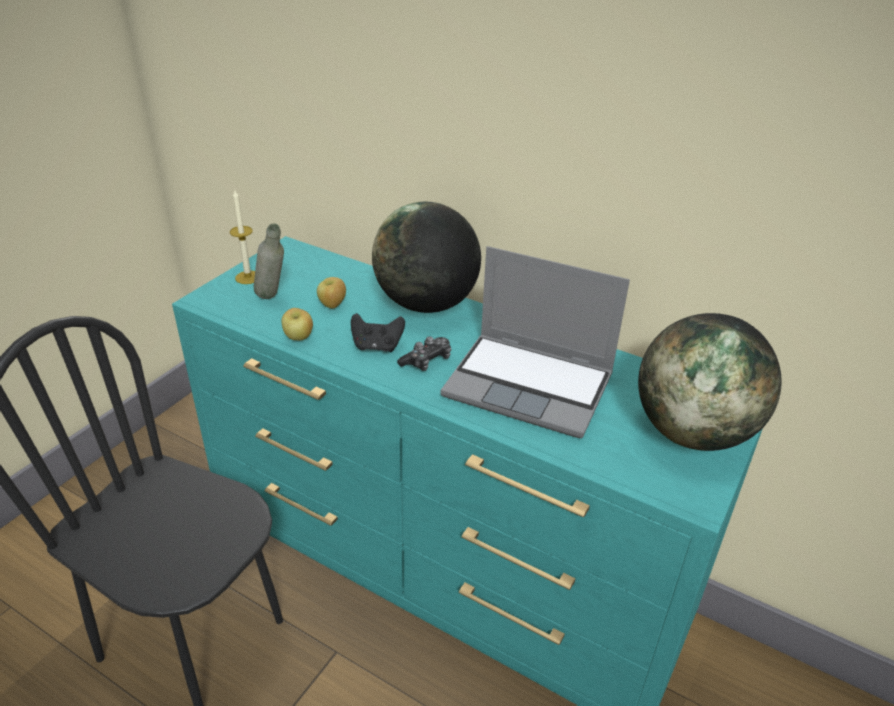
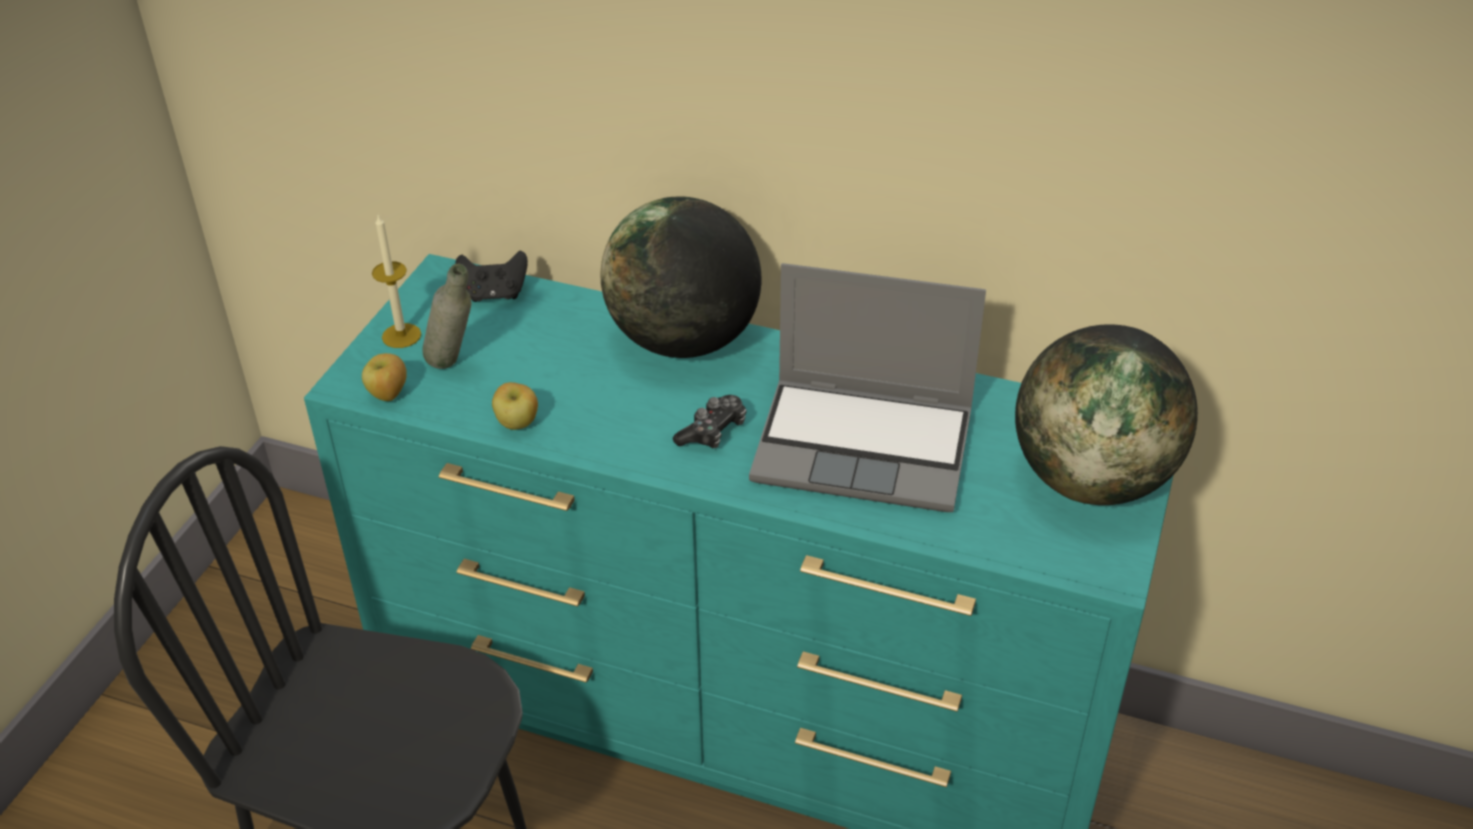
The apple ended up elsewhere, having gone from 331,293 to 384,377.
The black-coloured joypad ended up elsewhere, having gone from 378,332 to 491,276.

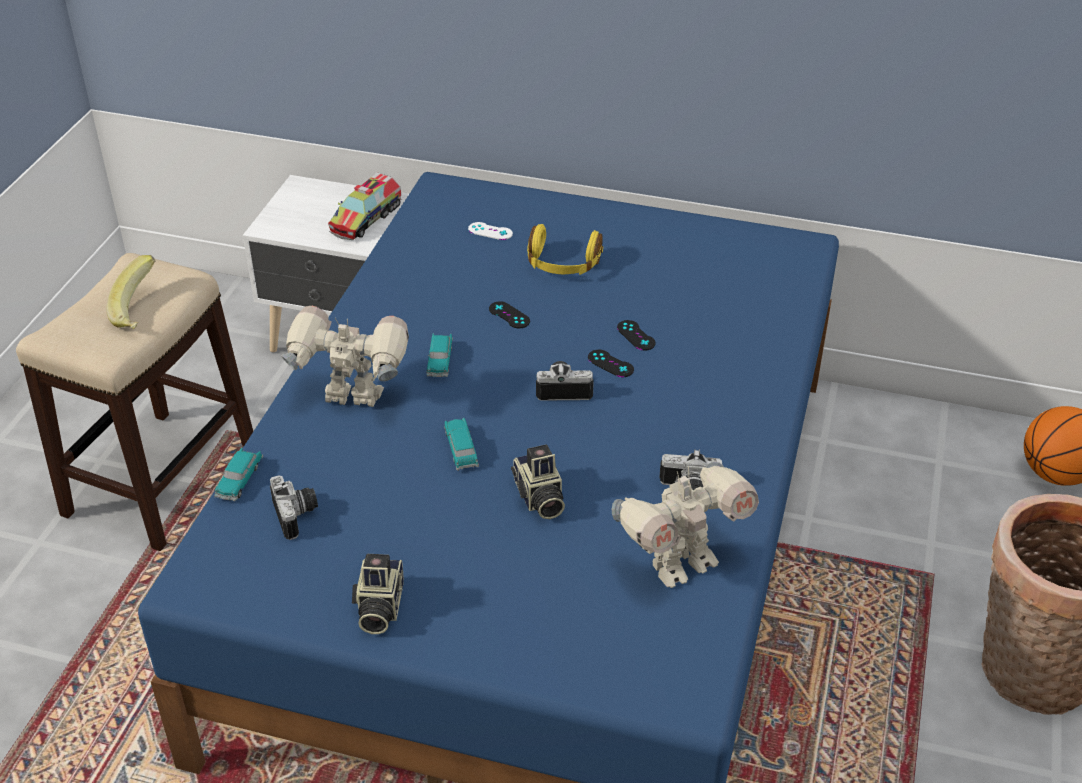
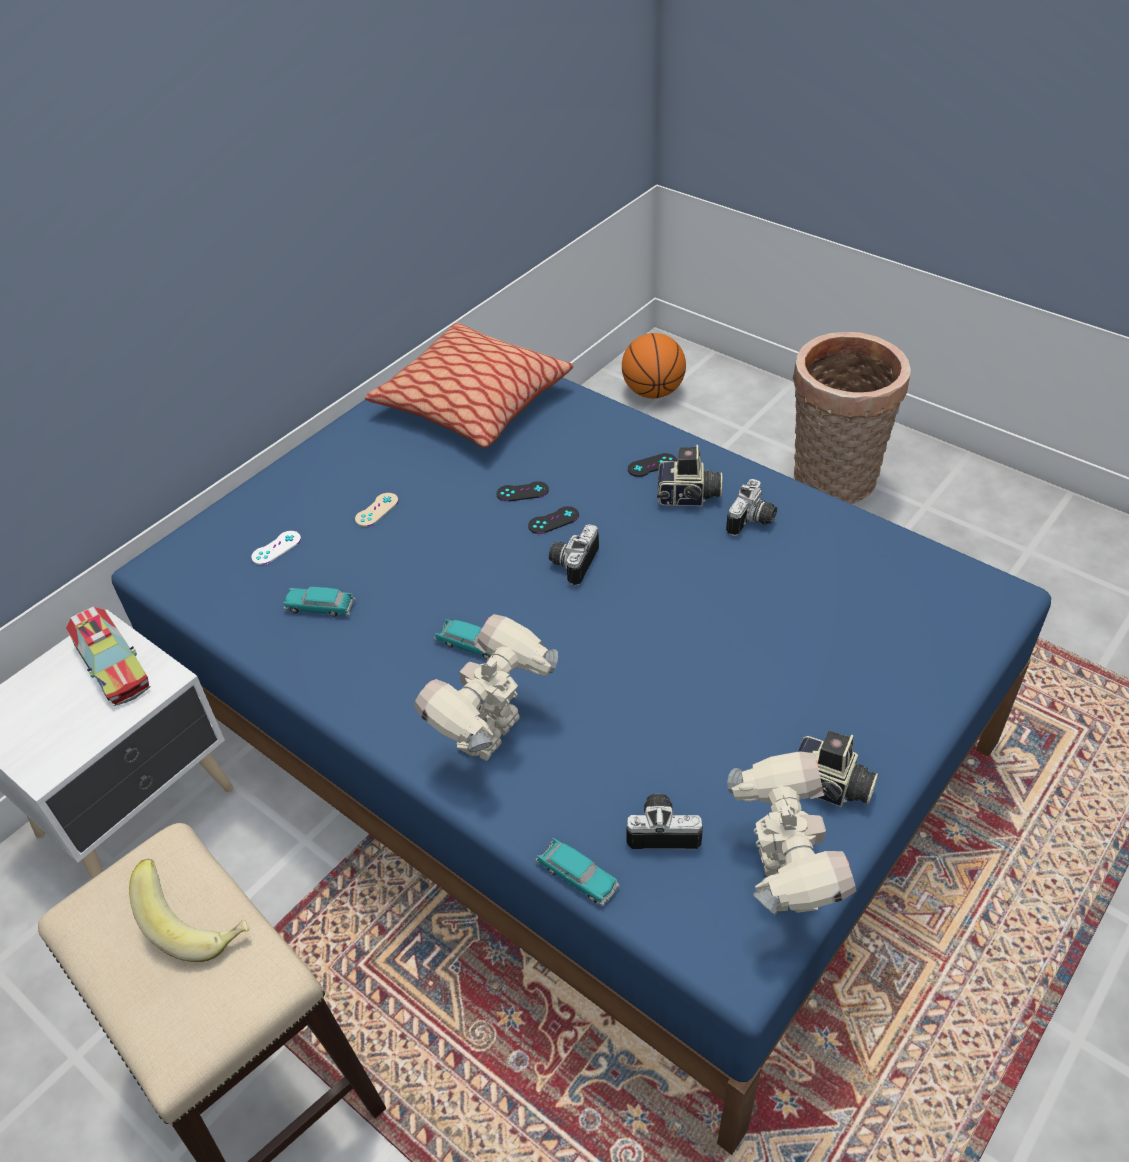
Where the yellow-coloured pair of headphones stood at 565,249, the beige joypad came to stand at 376,510.
The black-coloured joypad ended up elsewhere, having gone from 509,314 to 652,465.
The toy car ended up elsewhere, having gone from 461,444 to 319,602.
The photo camera ended up elsewhere, having gone from 538,481 to 689,475.
The model robot ended up elsewhere, having gone from 685,525 to 791,833.
The second view gained the pillow at 469,385.

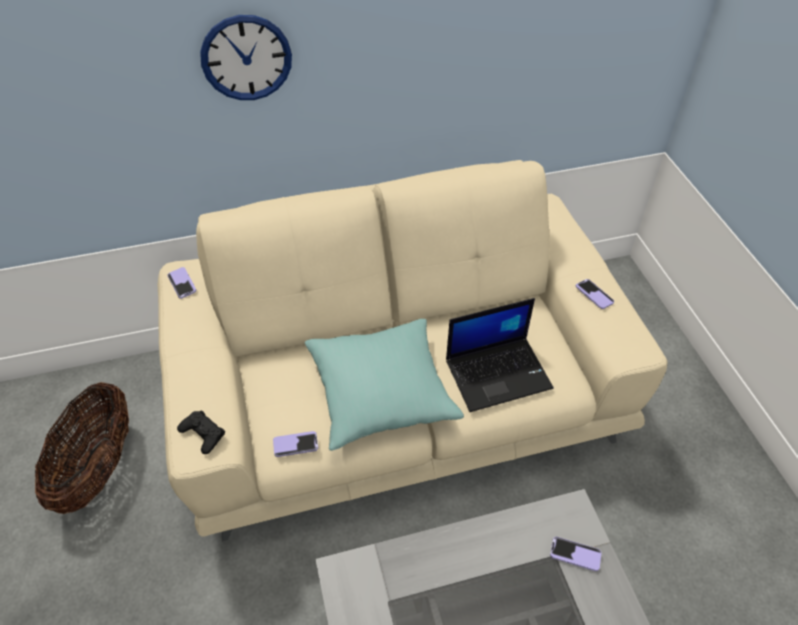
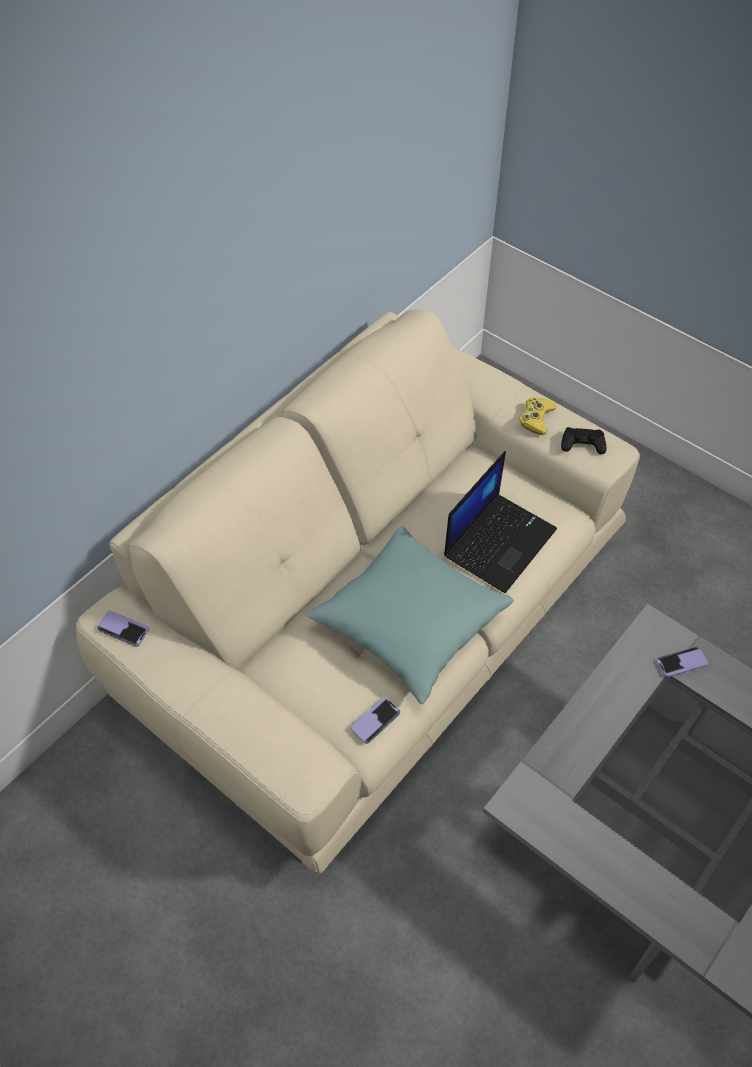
The second view lost the wall clock at 246,57.
Where the telephone stood at 595,294, the yellow-coloured joypad came to stand at 537,416.
The second view lost the household basket at 82,448.
The black-coloured joypad ended up elsewhere, having gone from 201,432 to 583,440.

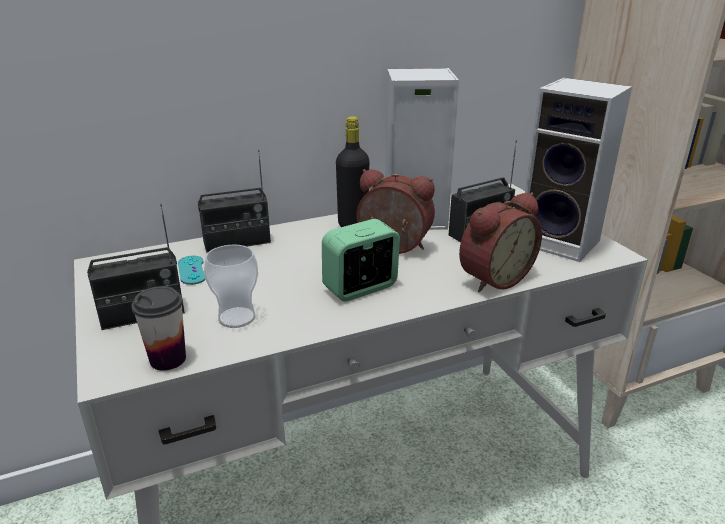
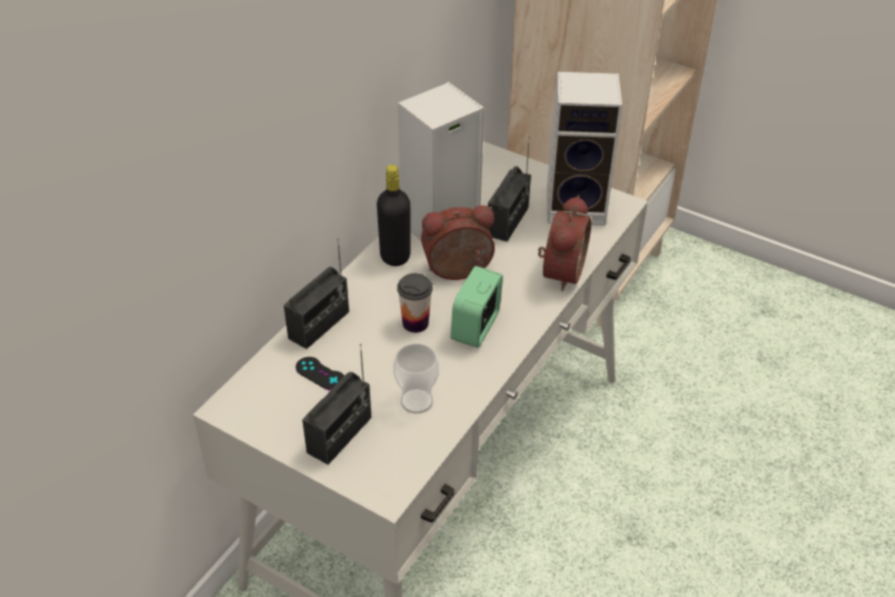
What was the turquoise joypad at 191,270 turned into the black-coloured joypad at 320,373.
The drinking cup ended up elsewhere, having gone from 158,328 to 415,303.

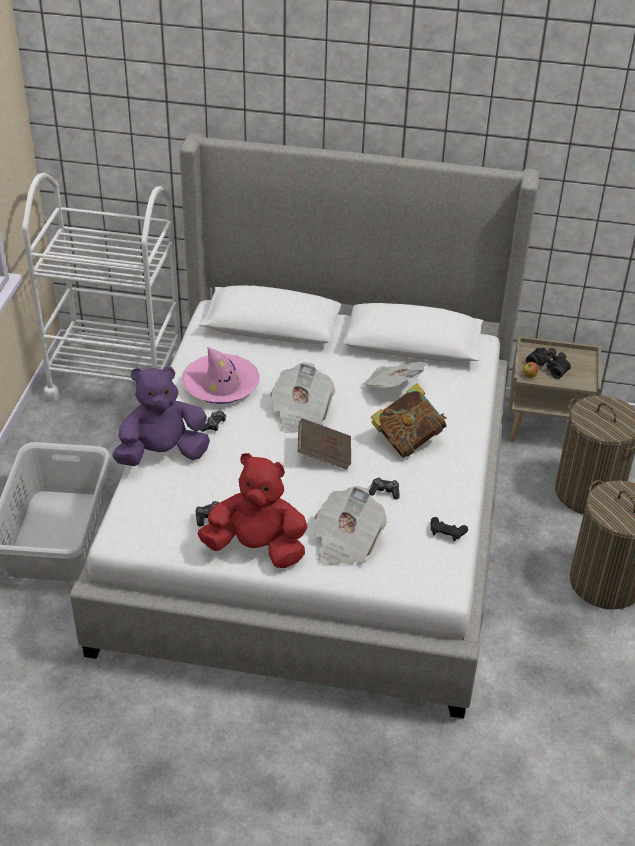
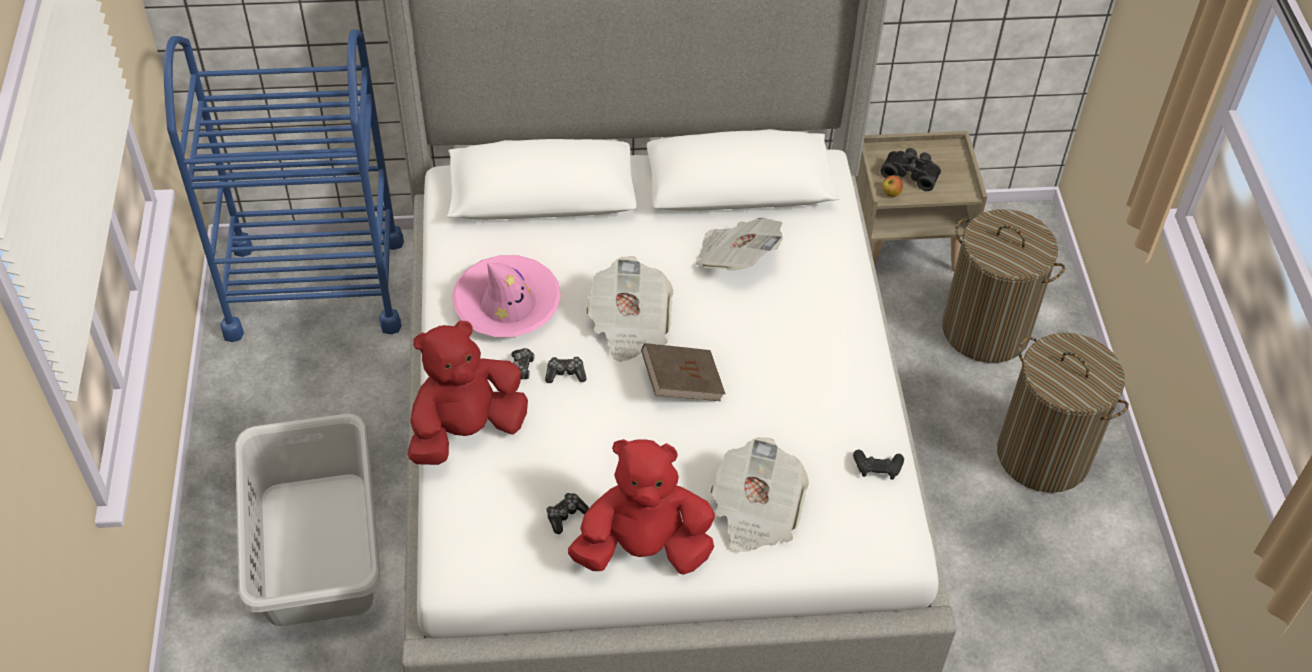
What was the white trolley at 101,287 turned into the blue-coloured trolley at 284,185.
What was the purple-coloured plush toy at 161,416 turned into the reddish plush toy at 467,392.
The second view lost the bound book at 409,420.
The joypad ended up elsewhere, having gone from 384,489 to 566,369.

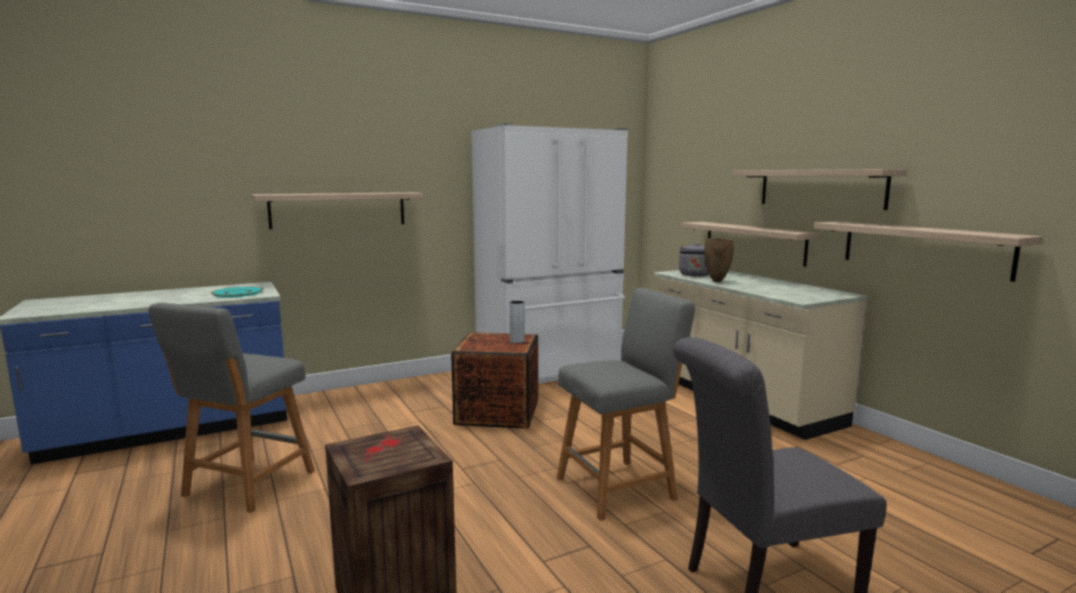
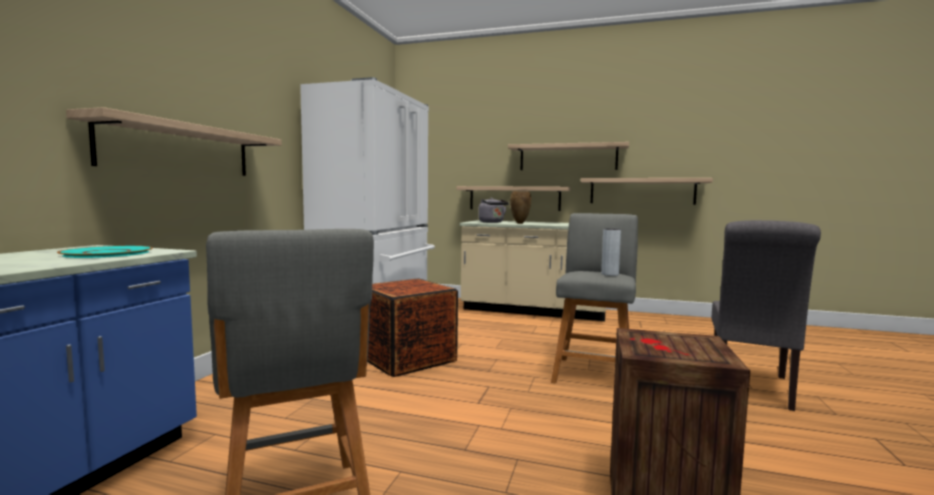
The greyish decorative vase ended up elsewhere, having gone from 517,322 to 611,252.

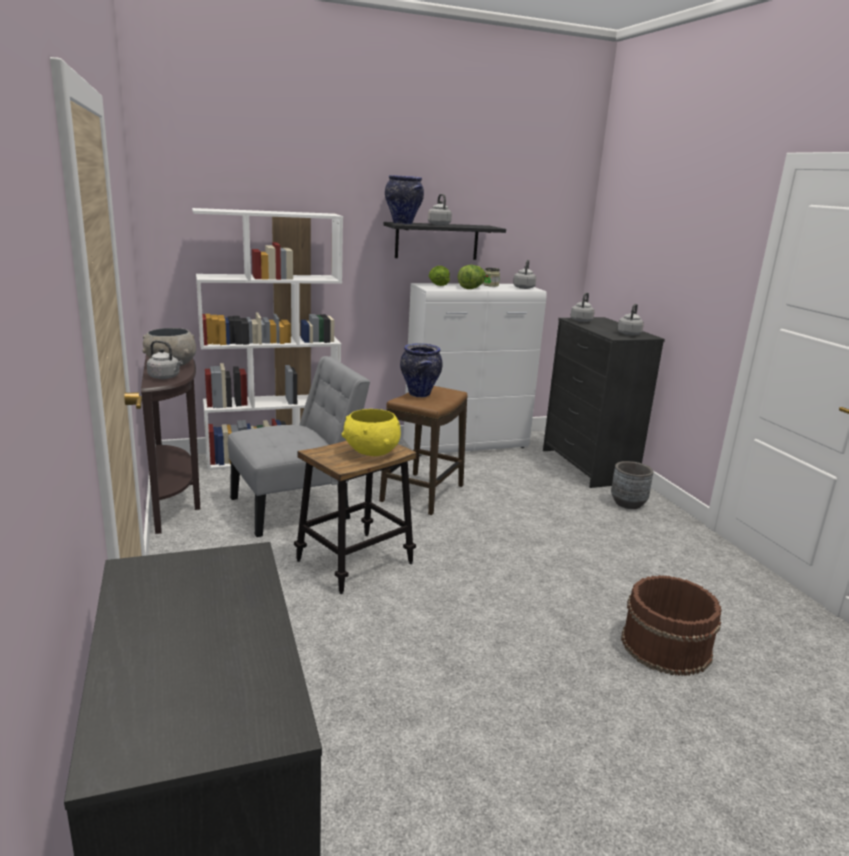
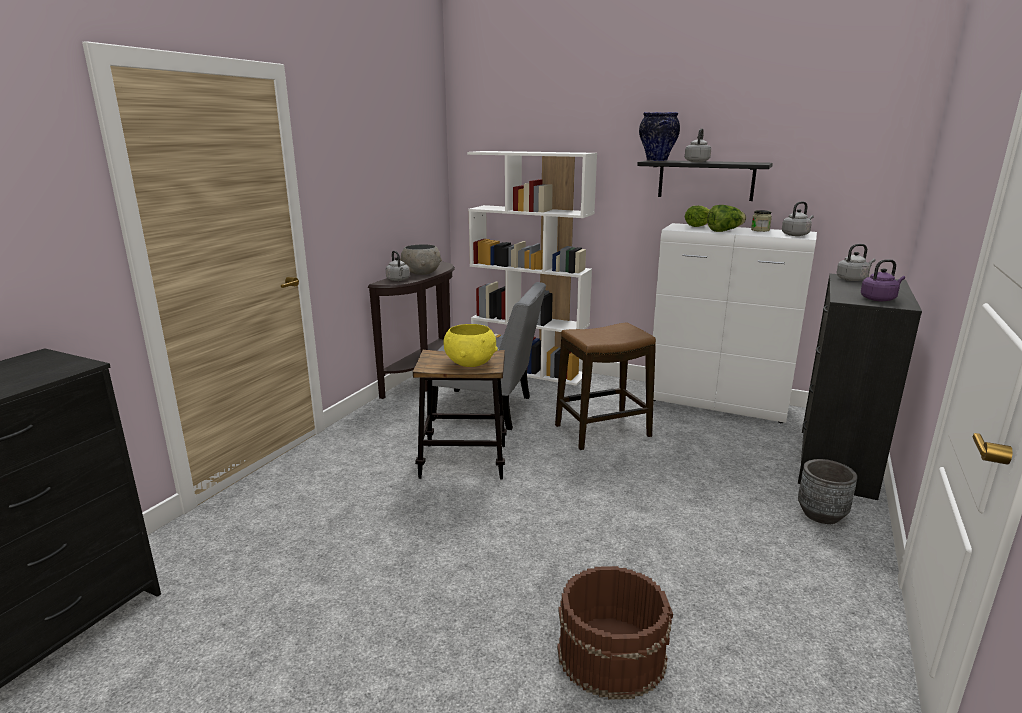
What was the greyish kettle at 630,320 turned into the purple-coloured kettle at 883,280.
The second view lost the decorative vase at 421,370.

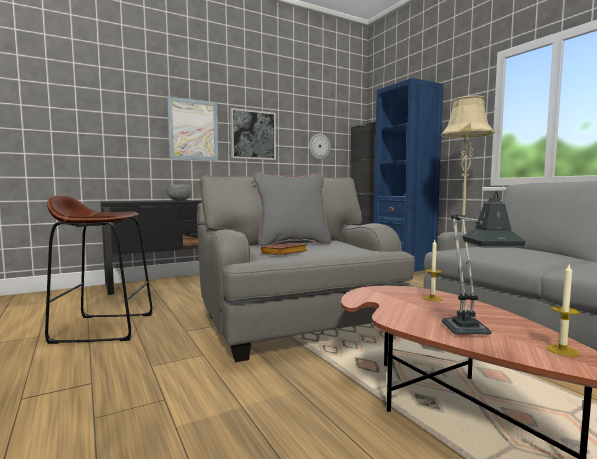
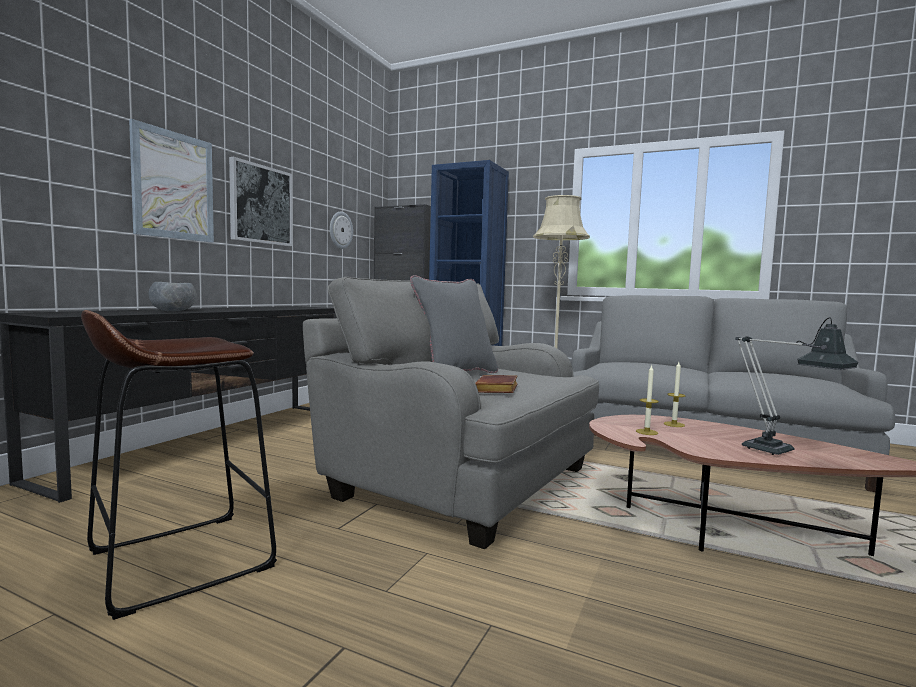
The wax candle ended up elsewhere, having gone from 563,311 to 647,399.

